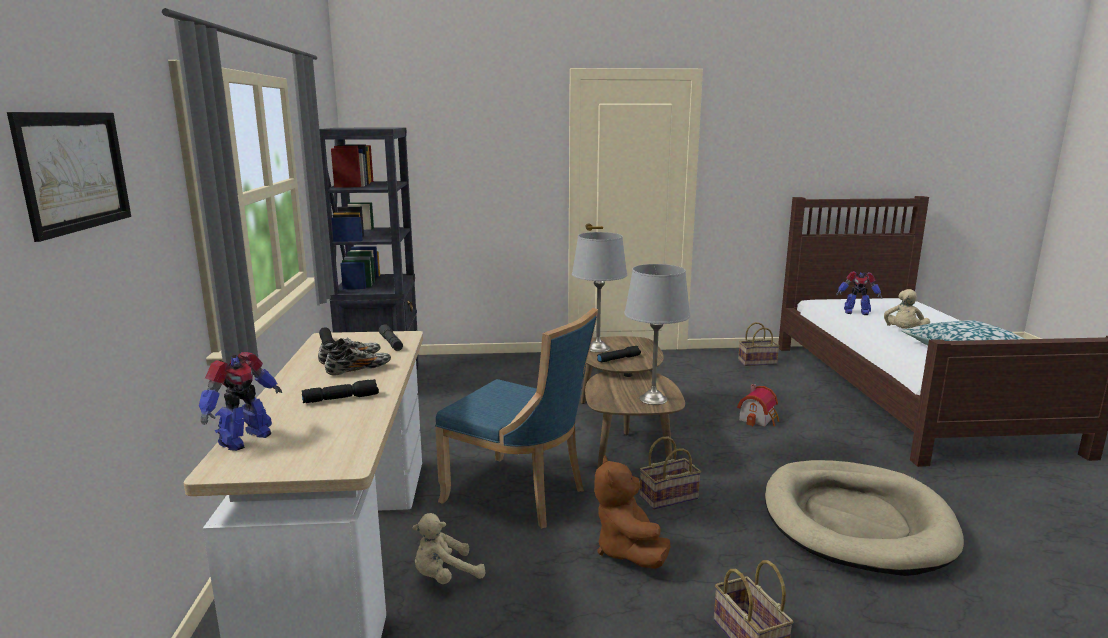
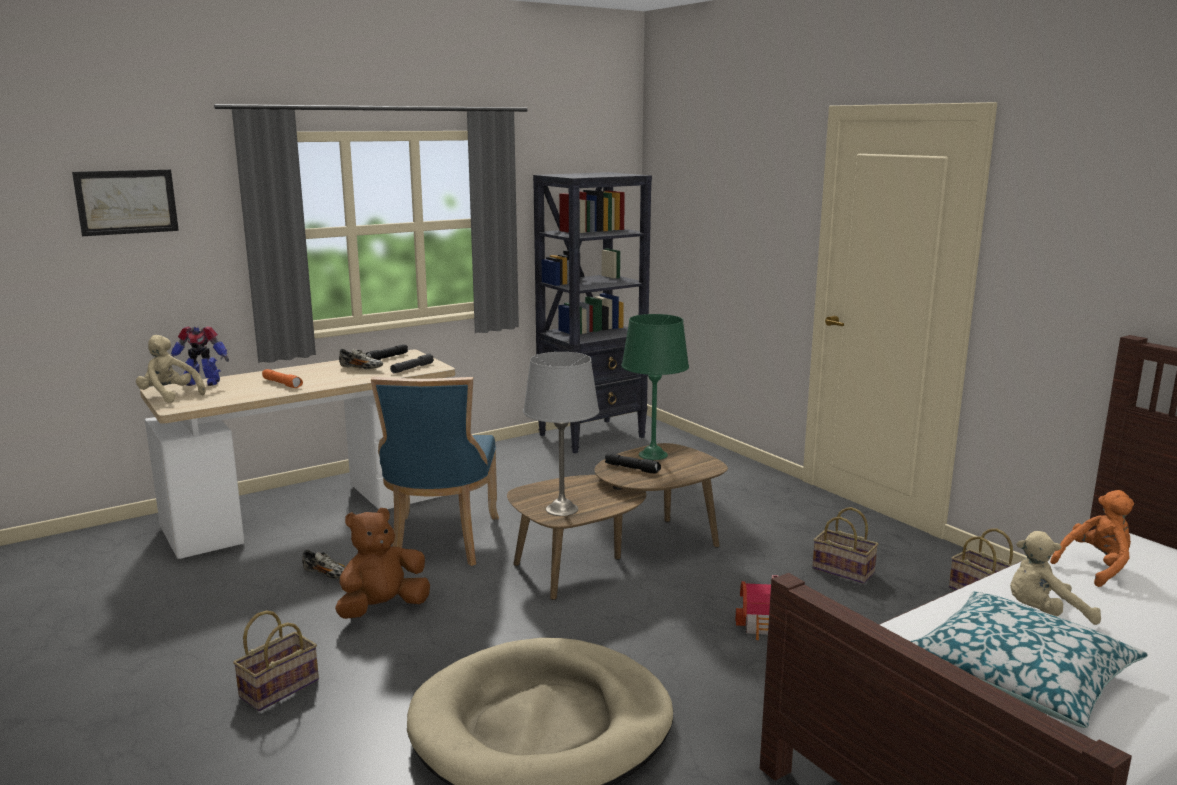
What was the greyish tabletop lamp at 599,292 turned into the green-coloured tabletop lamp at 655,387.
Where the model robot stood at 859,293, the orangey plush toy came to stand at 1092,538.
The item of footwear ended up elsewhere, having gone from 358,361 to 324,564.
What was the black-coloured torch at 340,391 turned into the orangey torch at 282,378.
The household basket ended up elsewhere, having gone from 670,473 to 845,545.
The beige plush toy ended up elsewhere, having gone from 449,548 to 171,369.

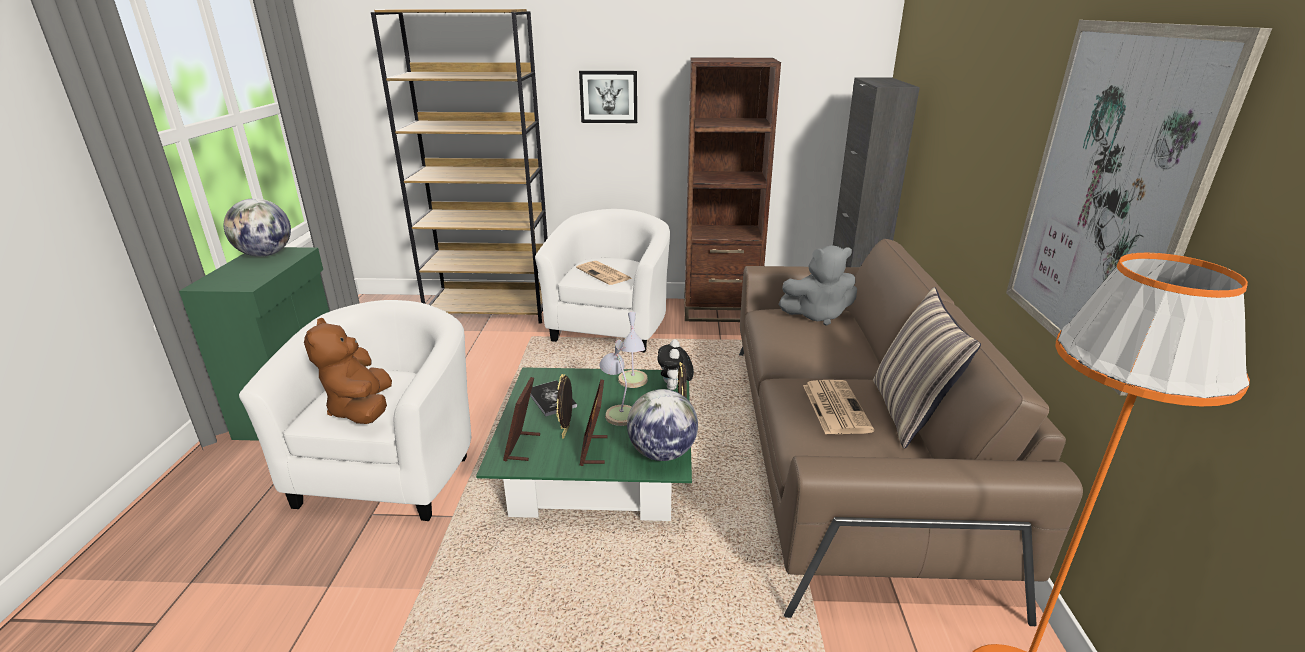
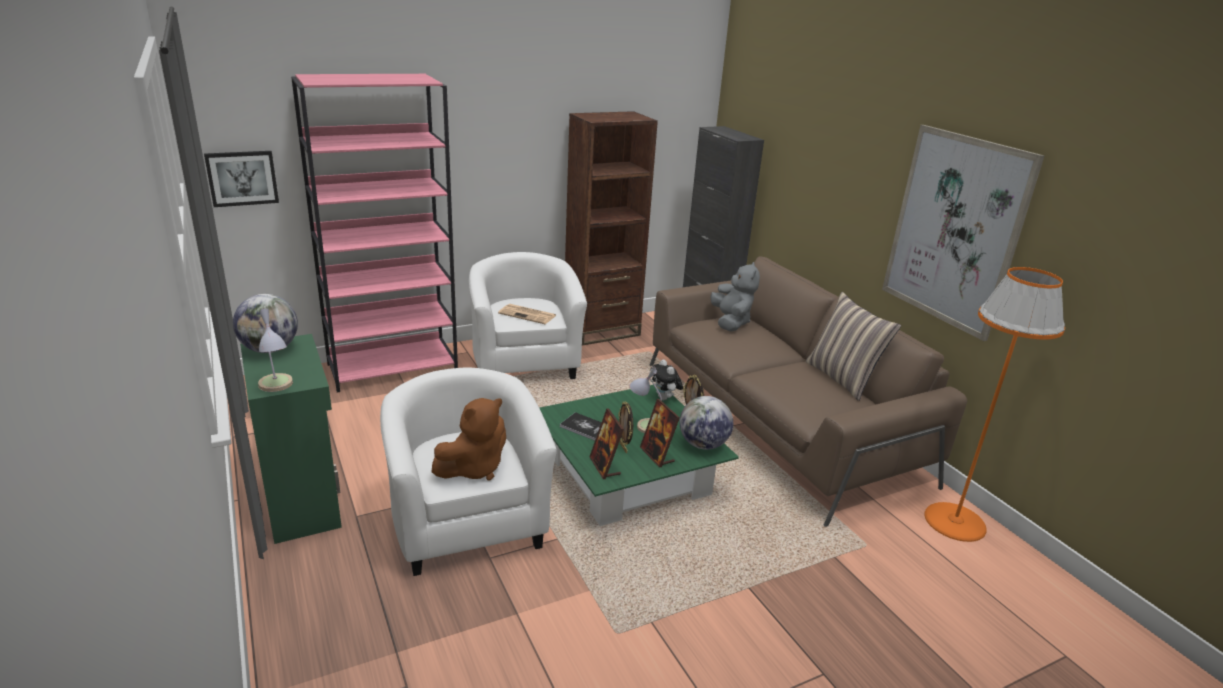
What was the brown-coloured shelving unit at 459,166 turned into the pink shelving unit at 374,233.
The wall art ended up elsewhere, having gone from 608,97 to 241,179.
The greyish plush toy at 817,285 ended up facing another way, 60 degrees counterclockwise from before.
The tabletop lamp ended up elsewhere, having gone from 633,350 to 275,350.
The brown-coloured plush toy at 348,371 ended up facing another way, 90 degrees counterclockwise from before.
The second view lost the printed paper at 838,407.

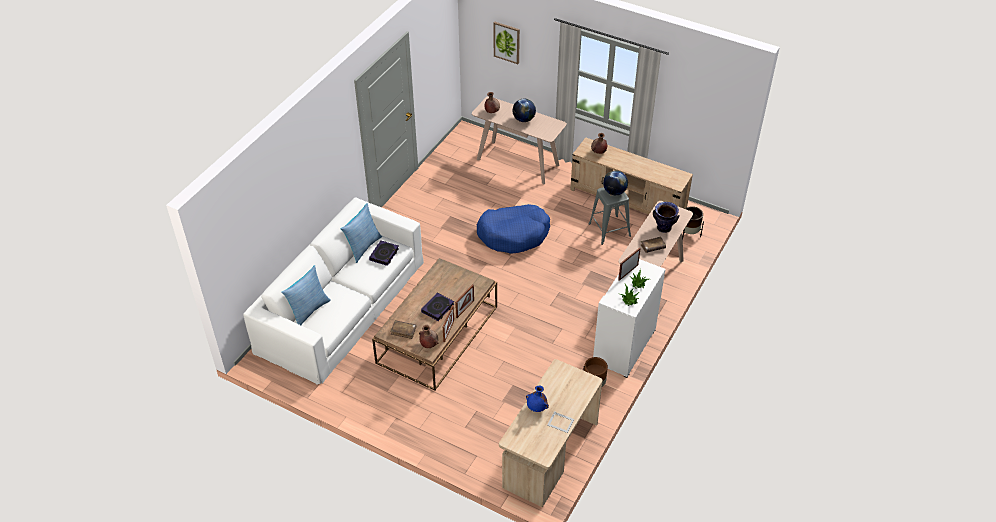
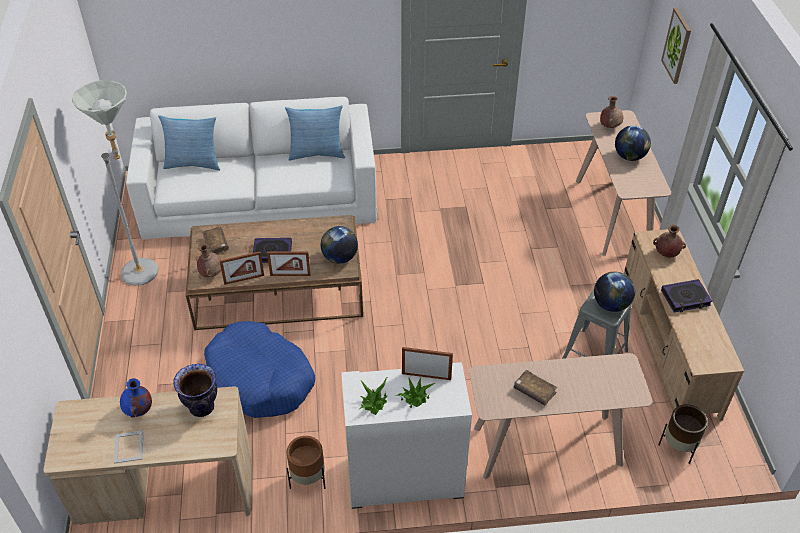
The decorative vase ended up elsewhere, having gone from 666,217 to 195,390.
The blue-coloured pet bed ended up elsewhere, having gone from 513,229 to 259,369.
The bound book ended up elsewhere, having gone from 384,253 to 687,295.
The second view gained the greyish standard lamp at 115,183.
The second view gained the world globe at 339,245.

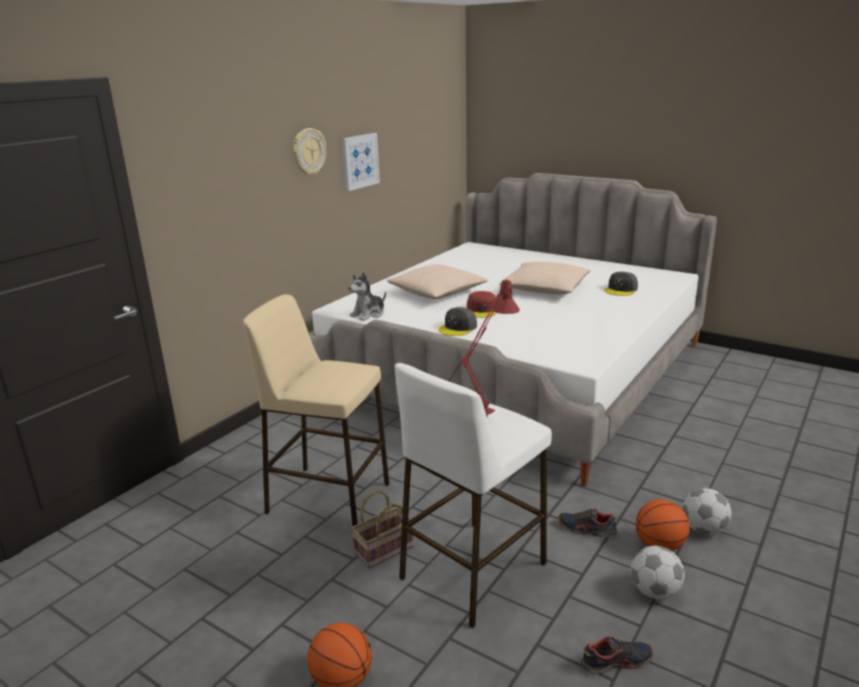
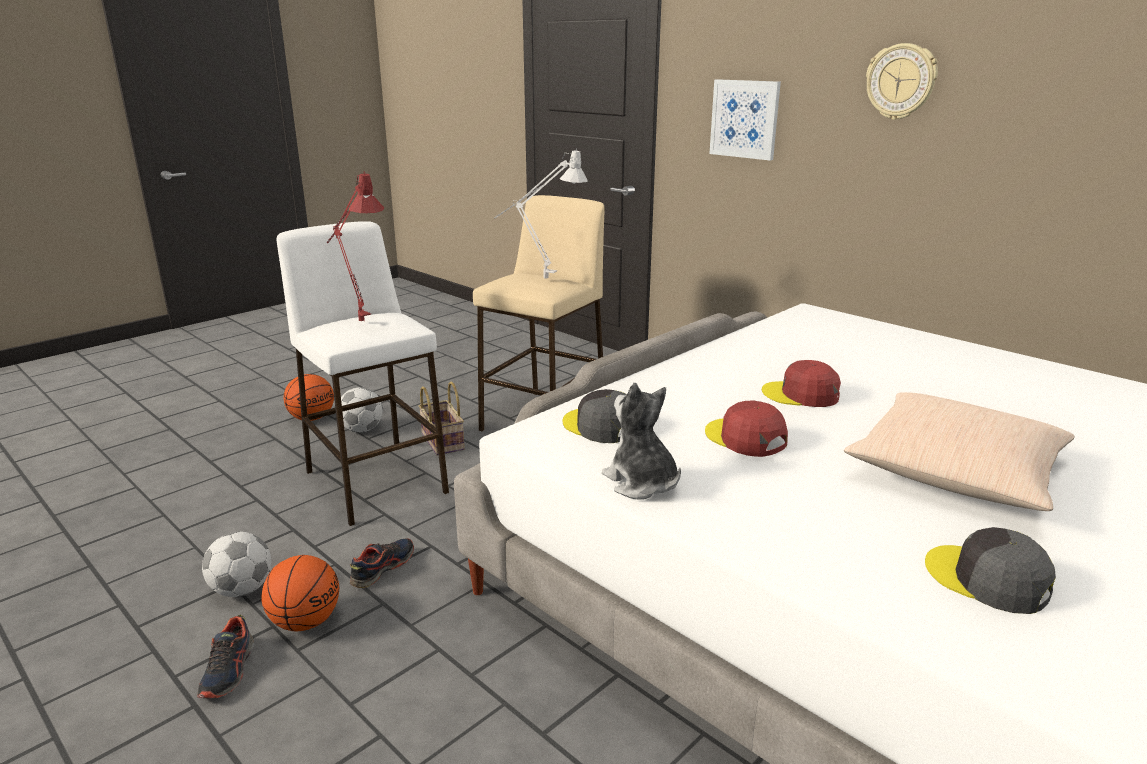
The wall art ended up elsewhere, having gone from 361,162 to 745,119.
The second view lost the beige pillow at 437,281.
The plush toy ended up elsewhere, having gone from 367,296 to 641,441.
The greyish peaked cap ended up elsewhere, having gone from 457,321 to 594,416.
The football ball ended up elsewhere, having gone from 707,511 to 362,409.
The item of footwear ended up elsewhere, having gone from 617,655 to 225,656.
The second view gained the greyish tabletop lamp at 541,214.
The second view gained the reddish peaked cap at 746,428.

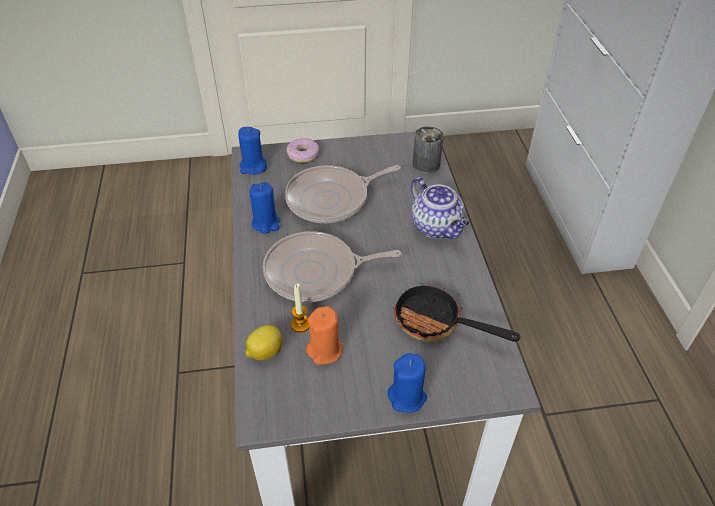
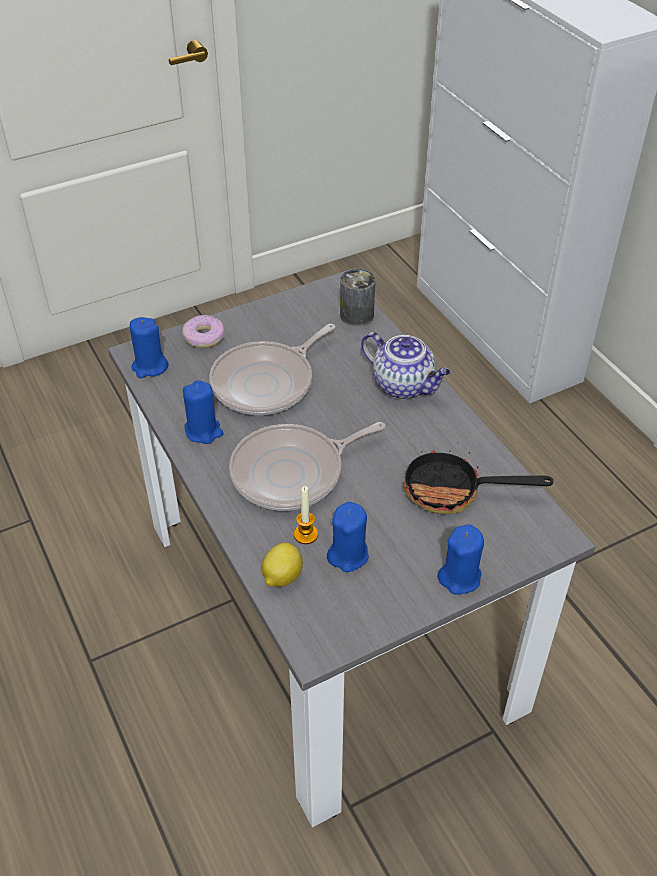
What was the orangey wax candle at 325,335 turned into the blue-coloured wax candle at 348,537.

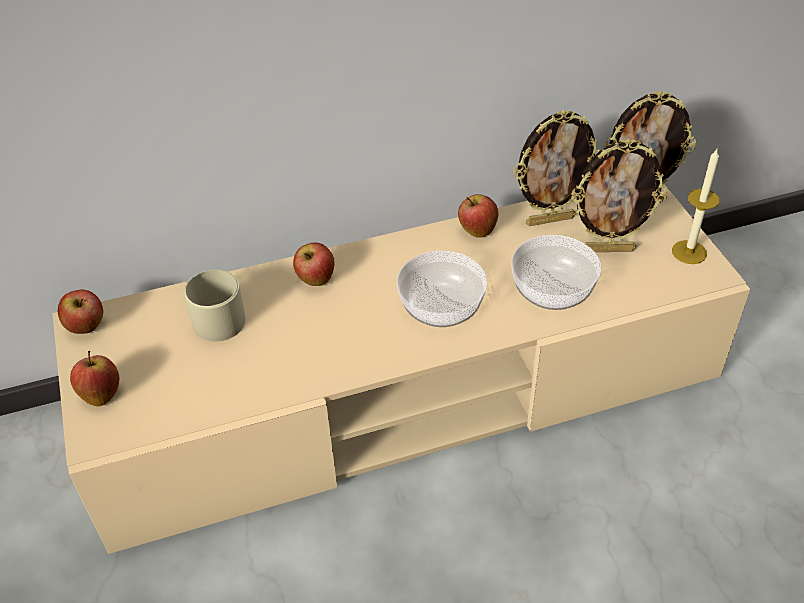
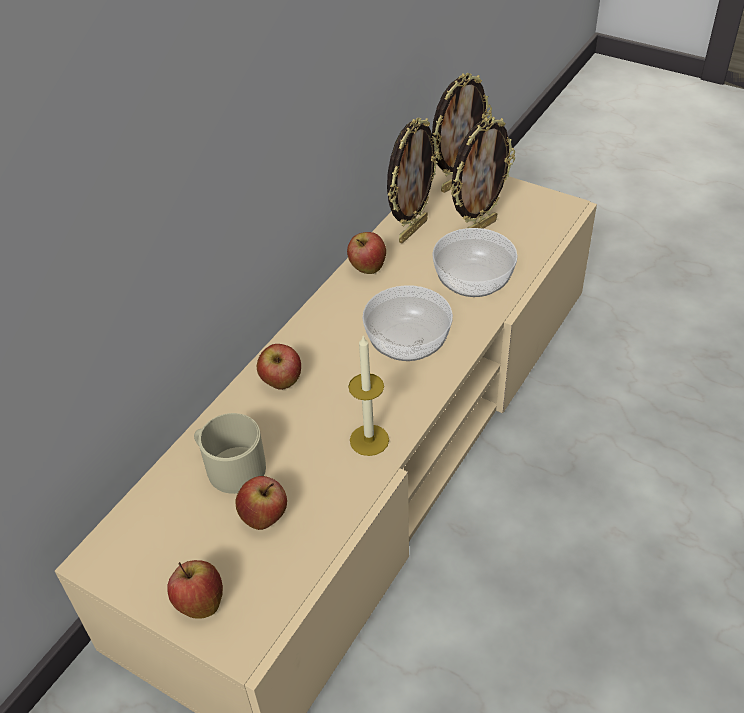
The wax candle ended up elsewhere, having gone from 696,206 to 368,396.
The apple ended up elsewhere, having gone from 80,312 to 261,503.

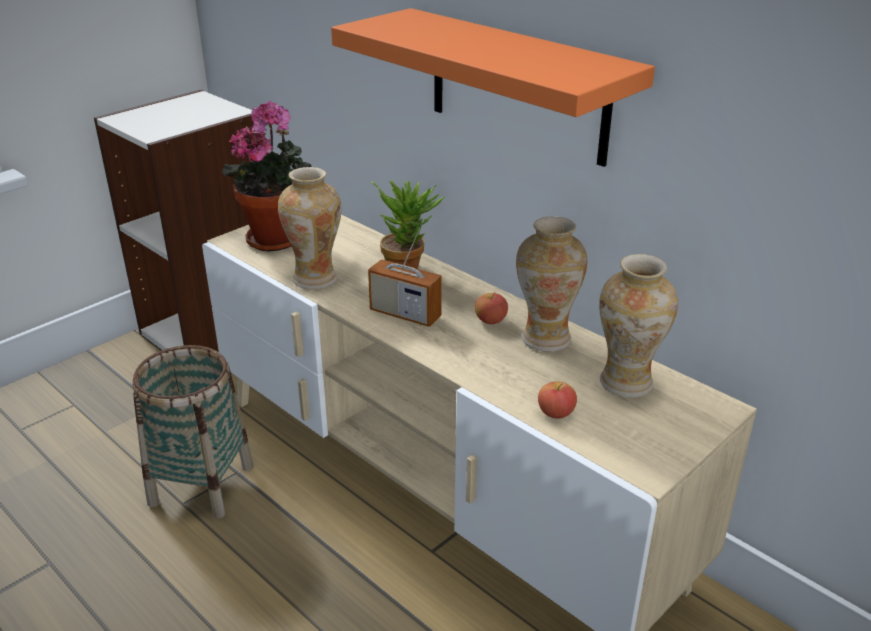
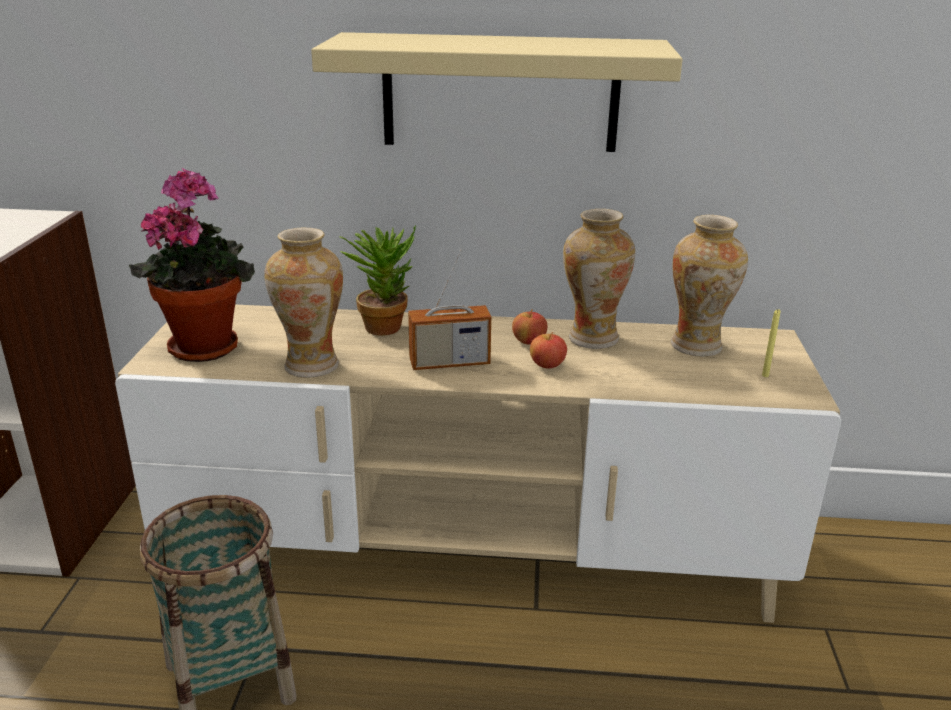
What was the orangey wall shelf at 493,87 turned into the beige wall shelf at 497,92.
The apple ended up elsewhere, having gone from 557,400 to 548,350.
The second view gained the yellow-coloured wax candle at 771,343.

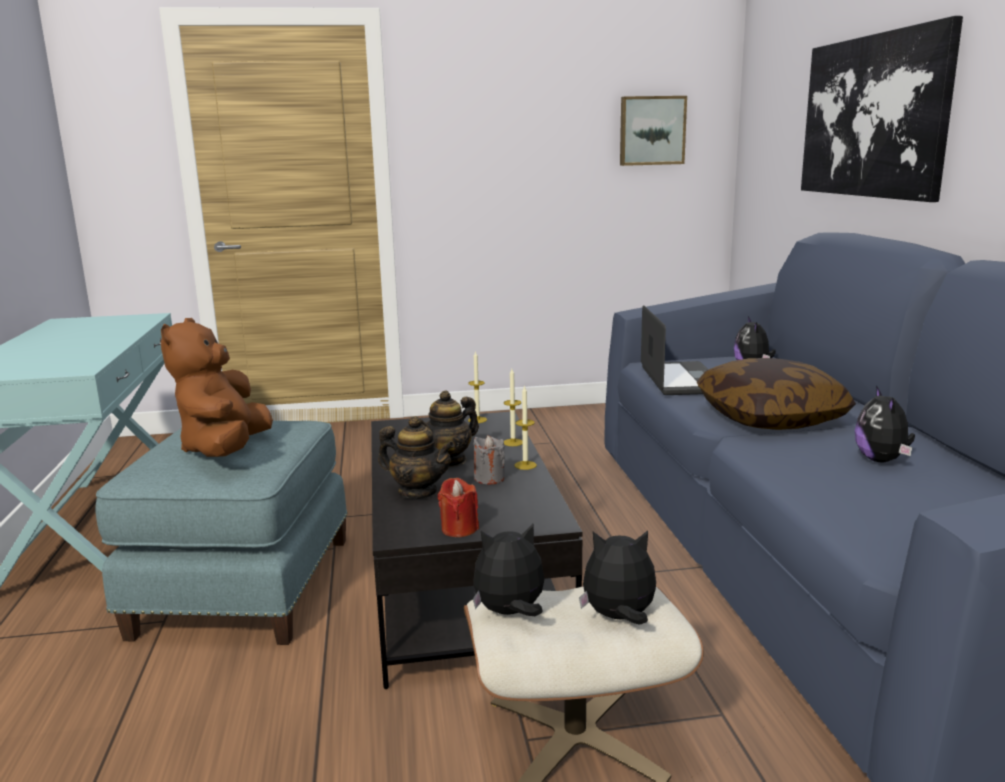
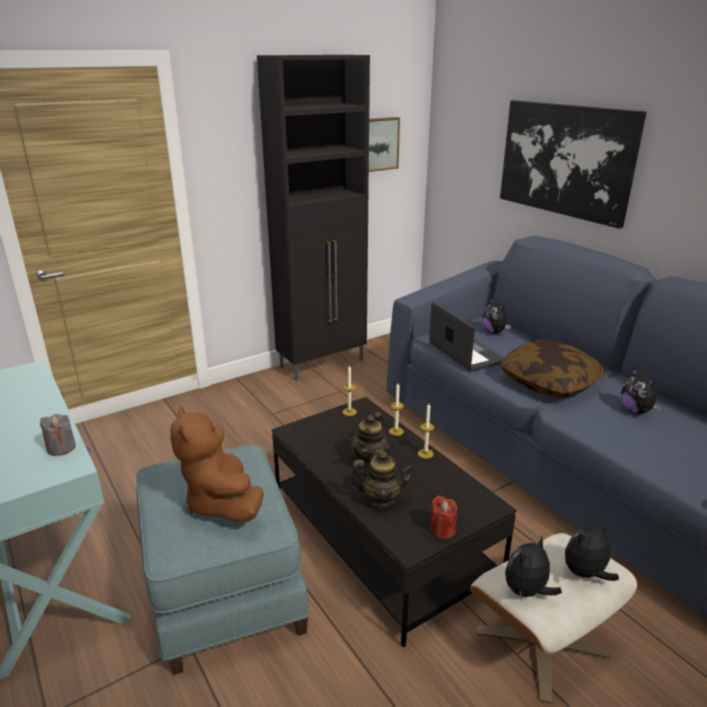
The greyish wax candle ended up elsewhere, having gone from 489,459 to 58,435.
The second view gained the black-coloured cupboard at 313,218.

